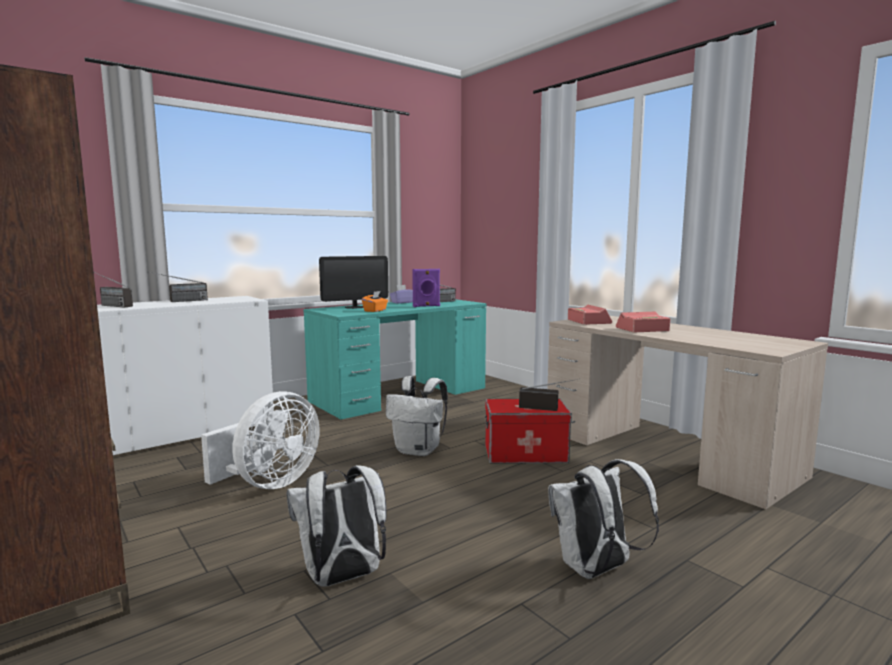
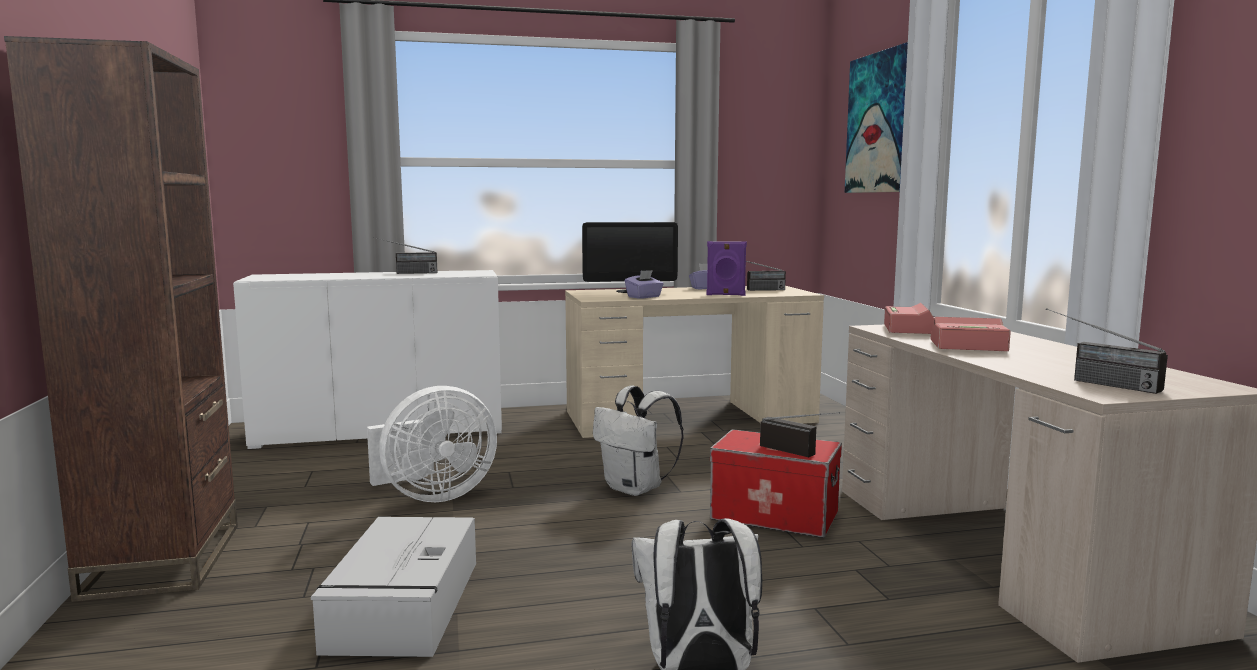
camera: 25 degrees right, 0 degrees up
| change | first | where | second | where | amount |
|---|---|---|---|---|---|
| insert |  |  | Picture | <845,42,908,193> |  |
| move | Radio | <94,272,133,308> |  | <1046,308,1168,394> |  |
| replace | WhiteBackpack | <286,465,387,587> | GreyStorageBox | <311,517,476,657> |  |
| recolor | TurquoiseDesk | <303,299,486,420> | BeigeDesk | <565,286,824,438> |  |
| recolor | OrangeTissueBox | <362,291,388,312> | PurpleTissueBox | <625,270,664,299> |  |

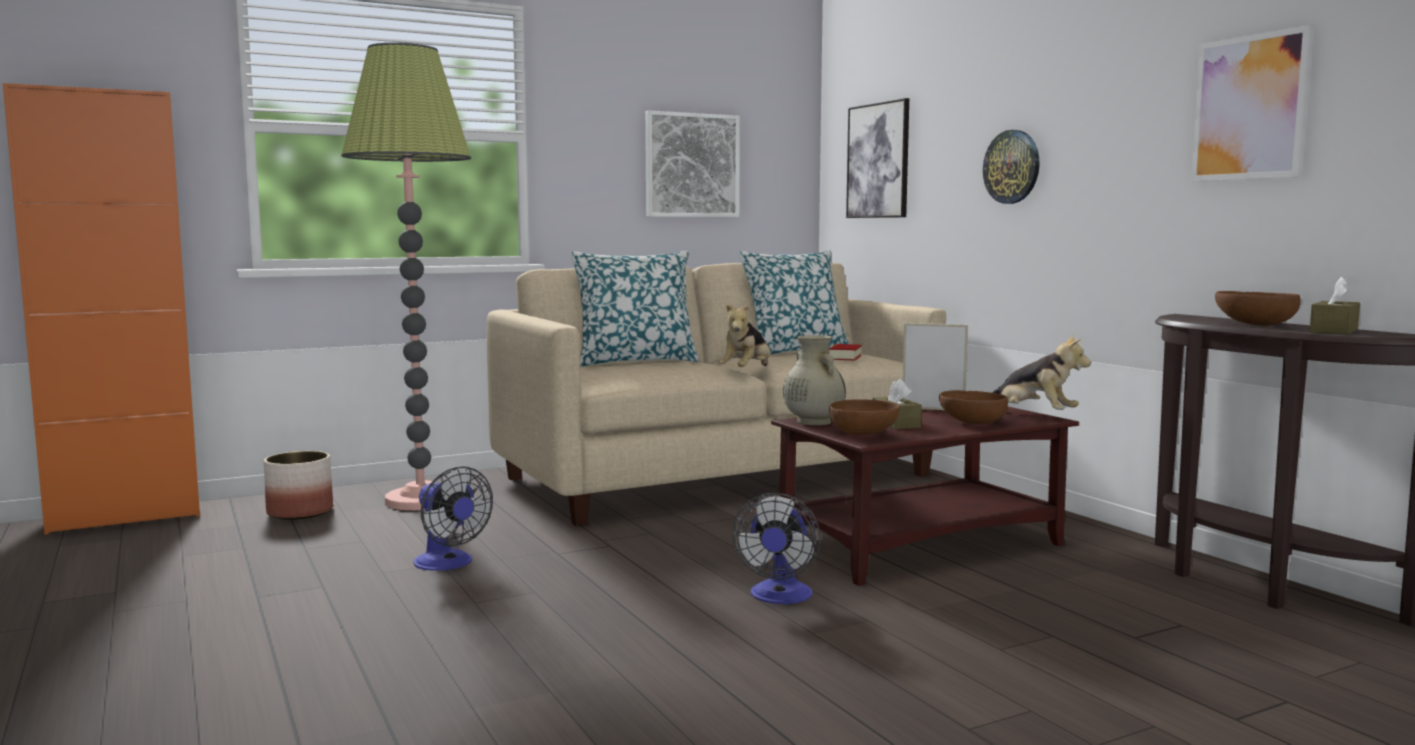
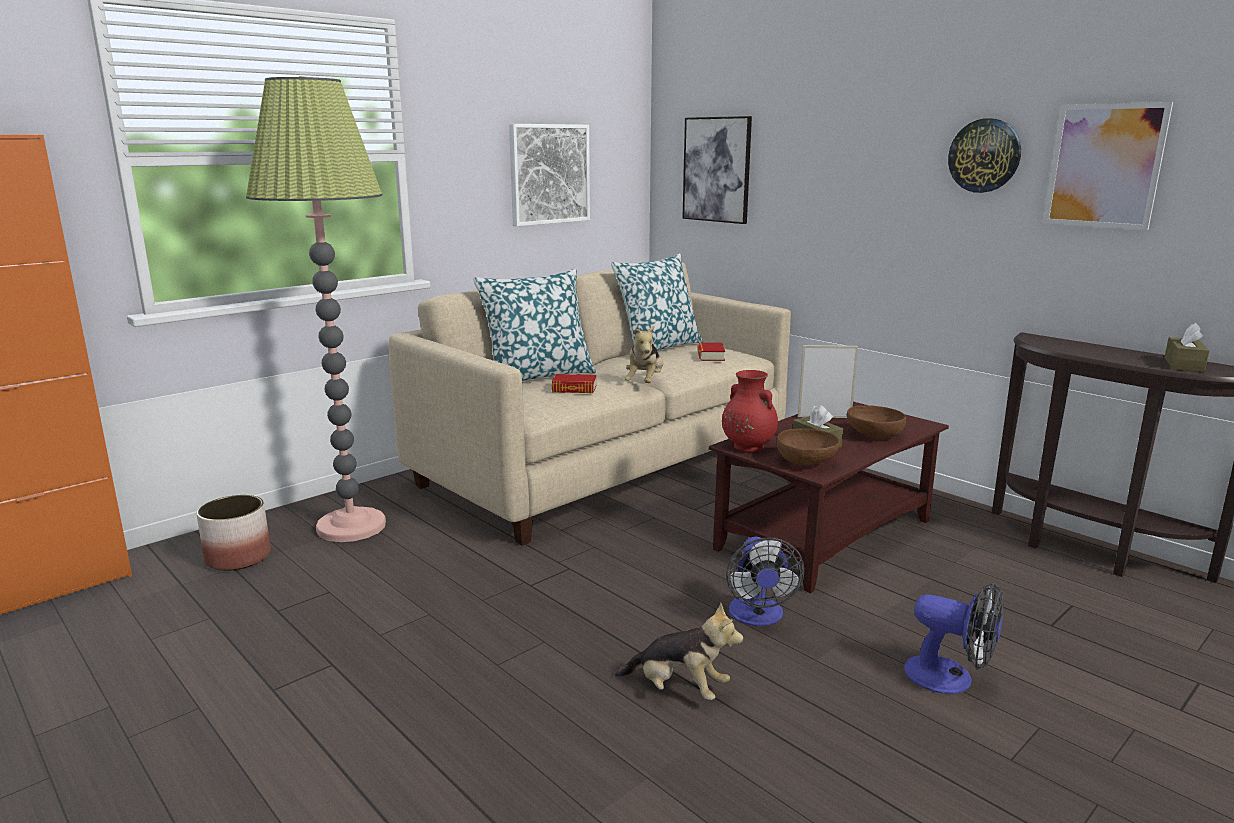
camera: 15 degrees left, 10 degrees up
| change | first | where | second | where | amount |
|---|---|---|---|---|---|
| delete | BrownBowl | <1215,291,1301,326> |  |  |  |
| insert |  |  | Book | <552,374,596,393> |  |
| move | Fan | <413,466,493,571> |  | <904,583,1004,694> |  |
| move | WallClock | <983,130,1040,204> |  | <948,118,1021,193> |  |
| move | PlushToy | <993,334,1091,410> |  | <615,602,743,700> |  |
| recolor | BeigeVase | <783,335,846,426> | RedVase | <722,370,778,452> |  |

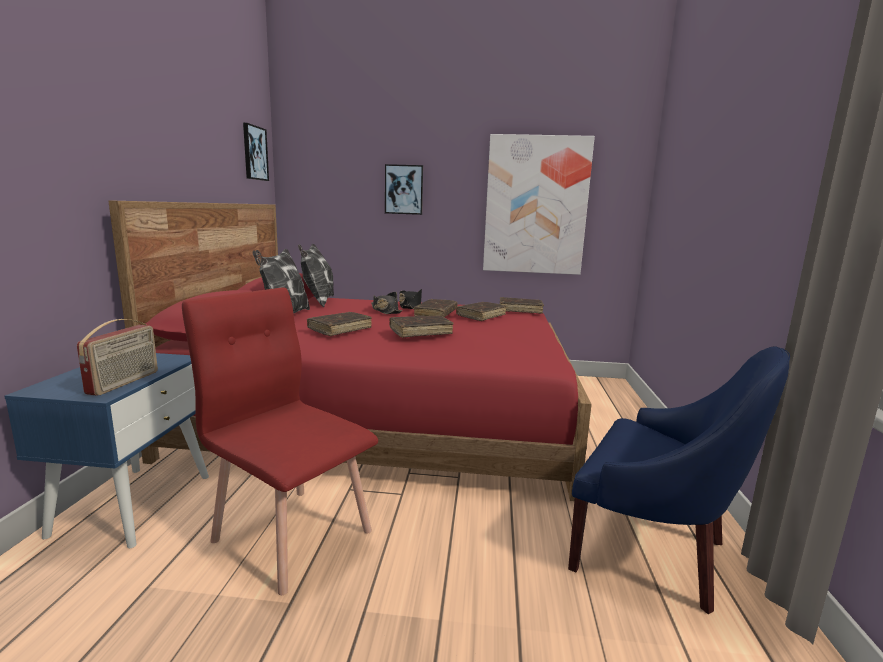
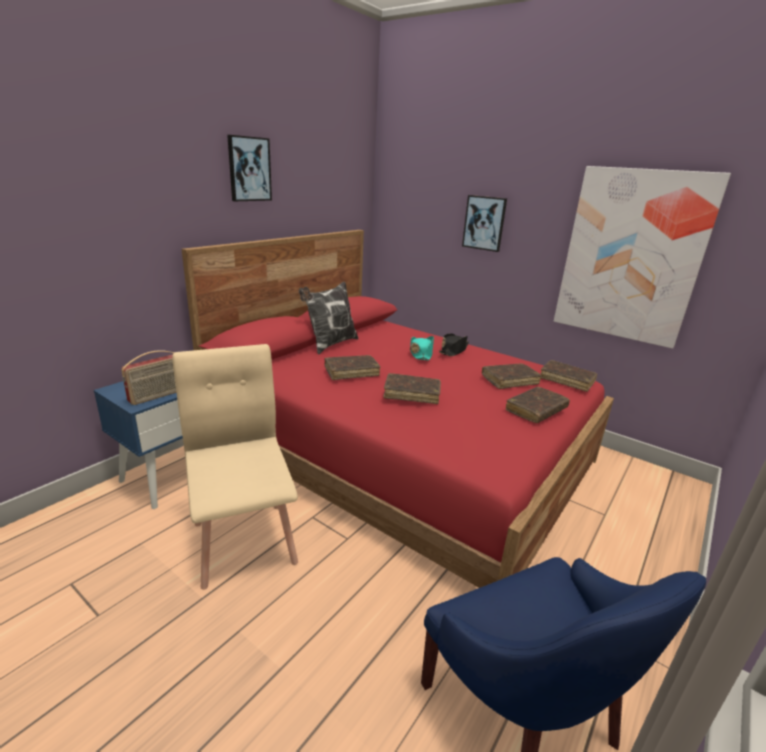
camera: 30 degrees right, 10 degrees up
| change | first | where | second | where | amount |
|---|---|---|---|---|---|
| delete | Pillow | <298,244,334,307> |  |  |  |
| move | Picture | <243,123,269,181> |  | <227,135,272,201> |  |
| move | BrownBook | <414,299,458,317> |  | <505,387,570,423> |  |
| recolor | RedChair | <182,287,378,595> | BeigeChair | <172,344,298,590> |  |
| recolor | BlackHat | <371,292,402,314> | TurquoiseHat | <410,336,434,360> |  |

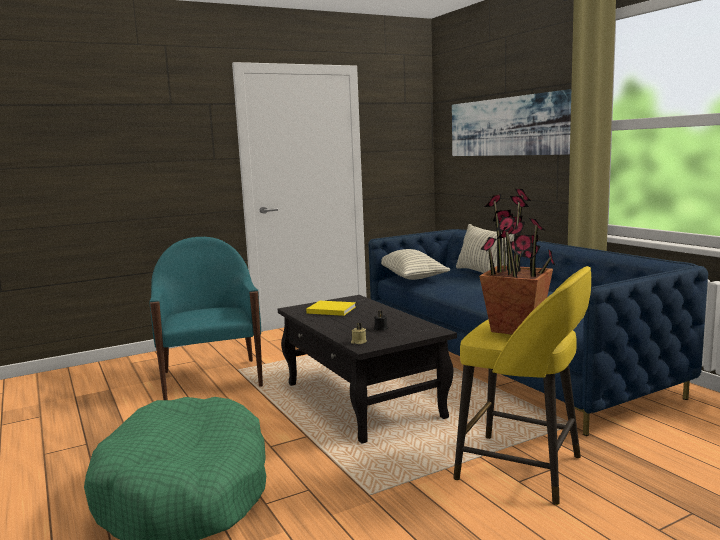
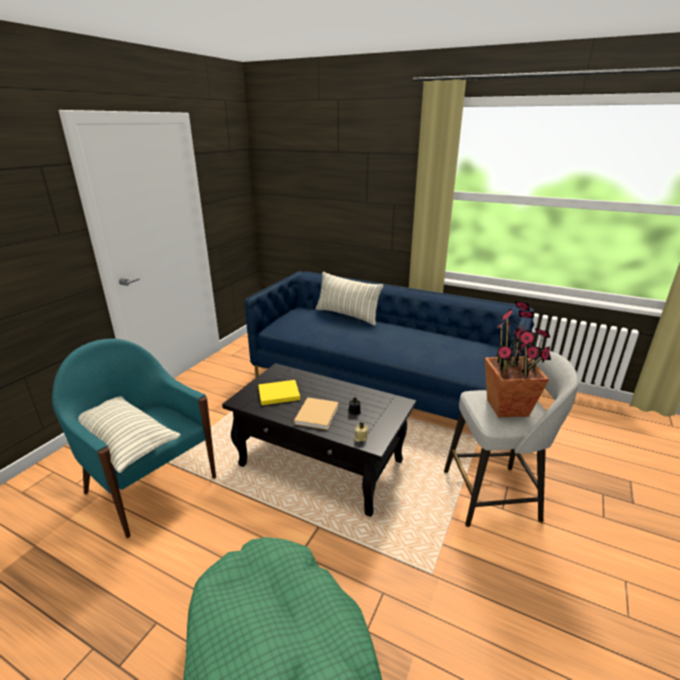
camera: 35 degrees left, 15 degrees up
| change | first | where | second | where | amount |
|---|---|---|---|---|---|
| delete | Picture | <452,89,571,156> |  |  |  |
| insert |  |  | BeigeBook | <294,397,339,430> |  |
| move | Pillow | <381,249,450,280> |  | <78,396,181,473> |  |
| recolor | YellowStool | <453,266,591,505> | GreyStool | <444,351,579,527> |  |

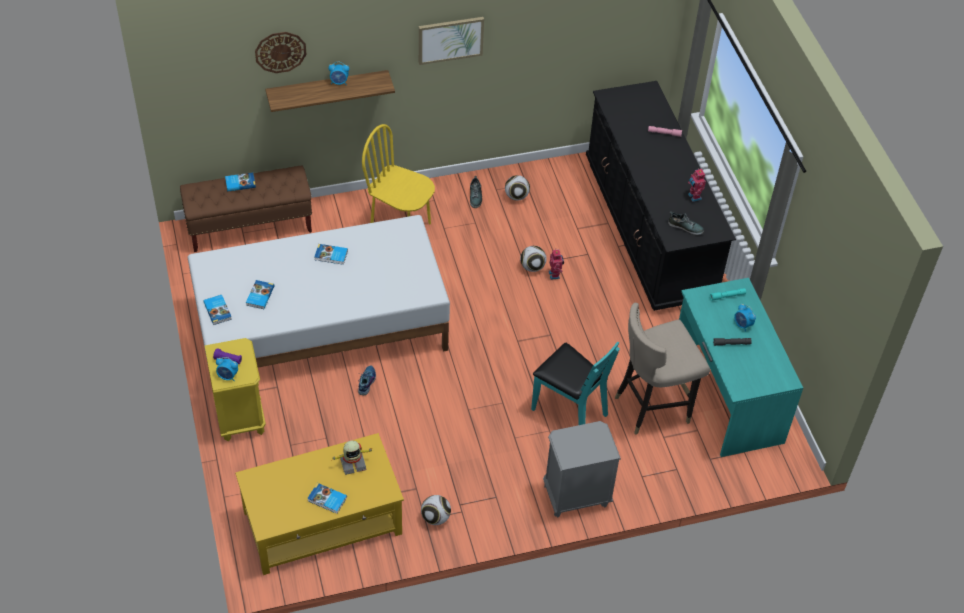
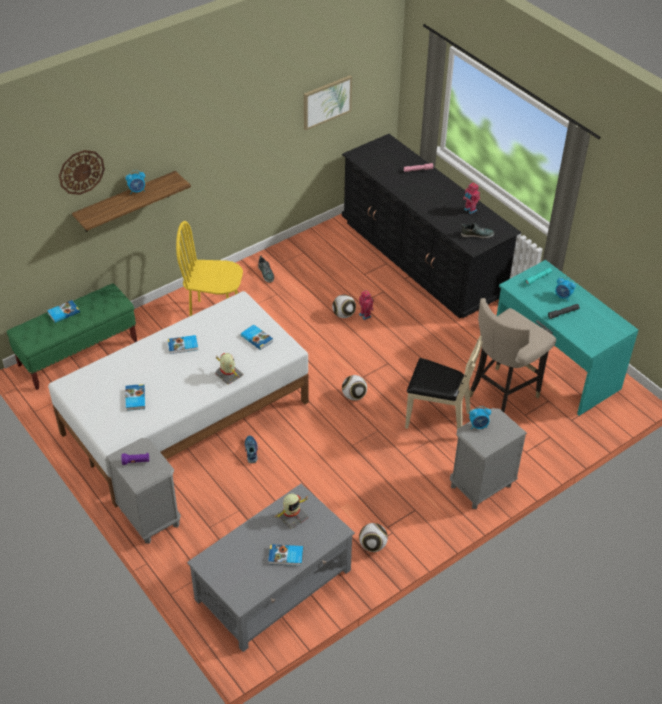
camera: 20 degrees left, 5 degrees down
| change | first | where | second | where | amount |
|---|---|---|---|---|---|
| insert |  |  | ToyRobot | <215,353,243,385> |  |
| move | Book | <203,295,232,325> |  | <241,325,273,350> |  |
| move | AlarmClock | <216,357,238,381> |  | <469,406,491,429> |  |
| move | Picture | <419,17,484,65> |  | <304,75,352,130> |  |
| move | Football | <505,175,530,201> |  | <342,375,367,401> |  |
| recolor | BrownBench | <180,166,312,252> | GreenBench | <7,283,137,390> |  |
| recolor | YellowNightstand | <205,338,266,441> | GreyNightstand | <106,438,181,544> |  |
| recolor | YellowCoffeeTable | <235,433,404,575> | GreyCoffeeTable | <187,484,355,652> |  |
| recolor | TurquoiseChair | <531,341,620,425> | BeigeChair | <405,336,483,429> |  |

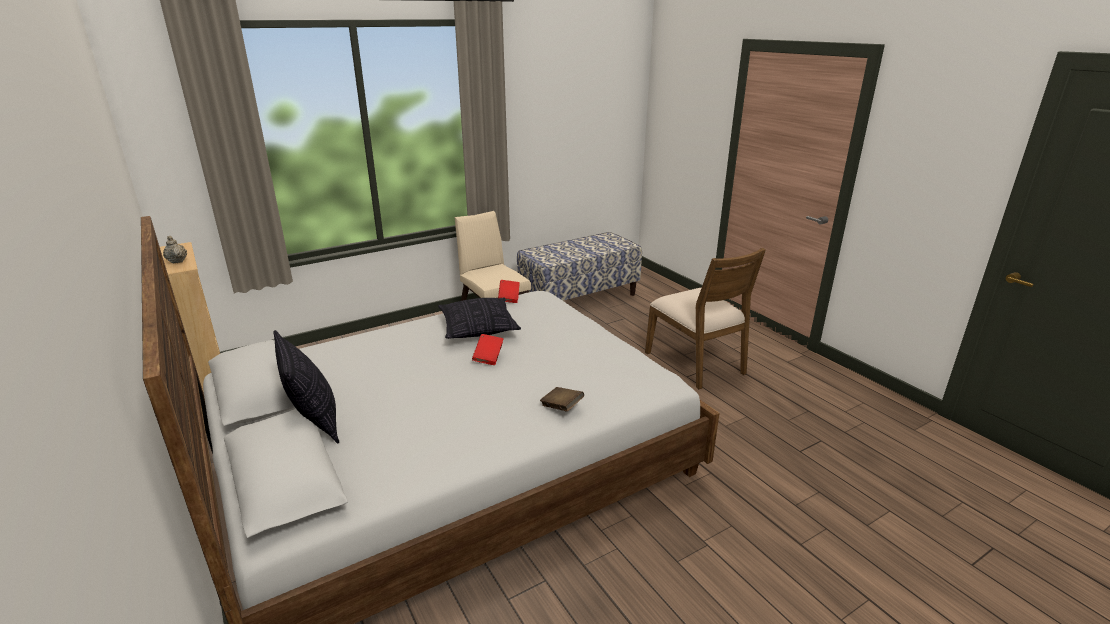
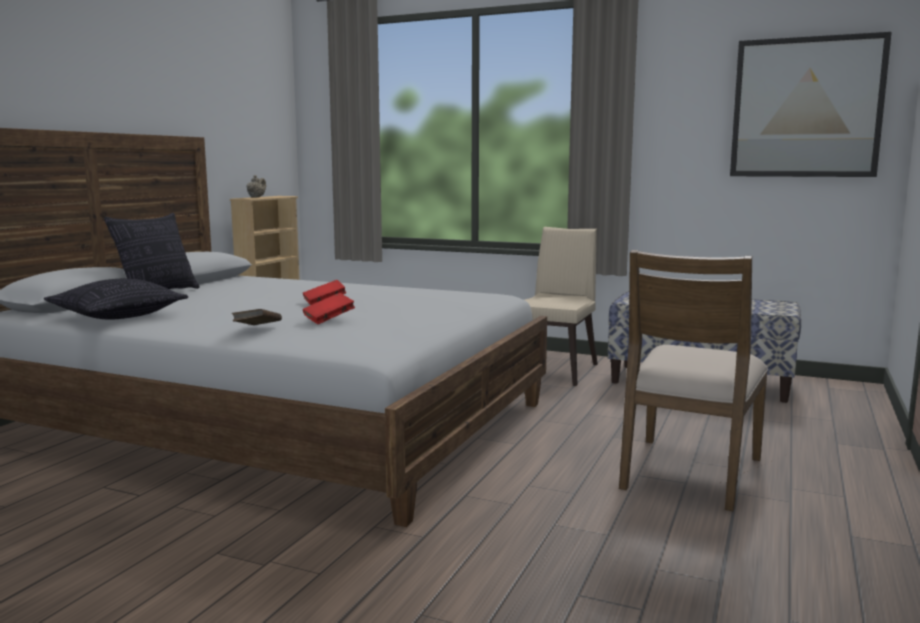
camera: 55 degrees right, 15 degrees down
| change | first | where | second | where | amount |
|---|---|---|---|---|---|
| insert |  |  | Picture | <730,32,892,177> |  |
| move | Pillow | <438,297,521,339> |  | <44,279,188,320> |  |
| move | RedBook | <498,280,520,303> |  | <303,293,355,324> |  |

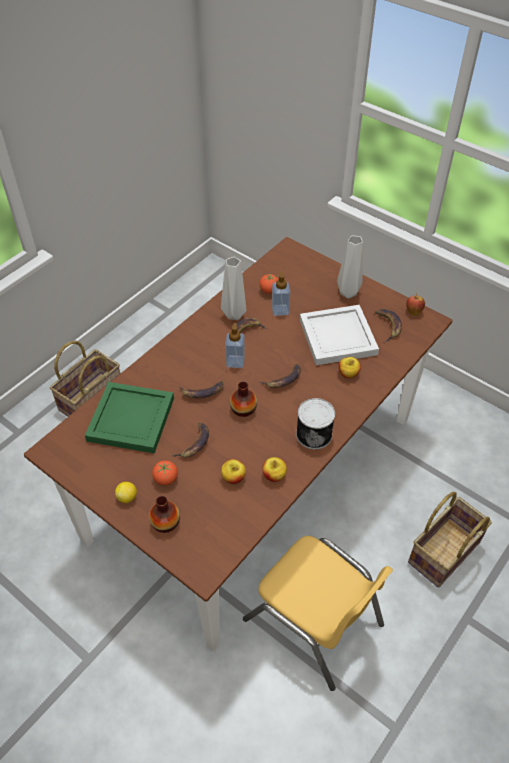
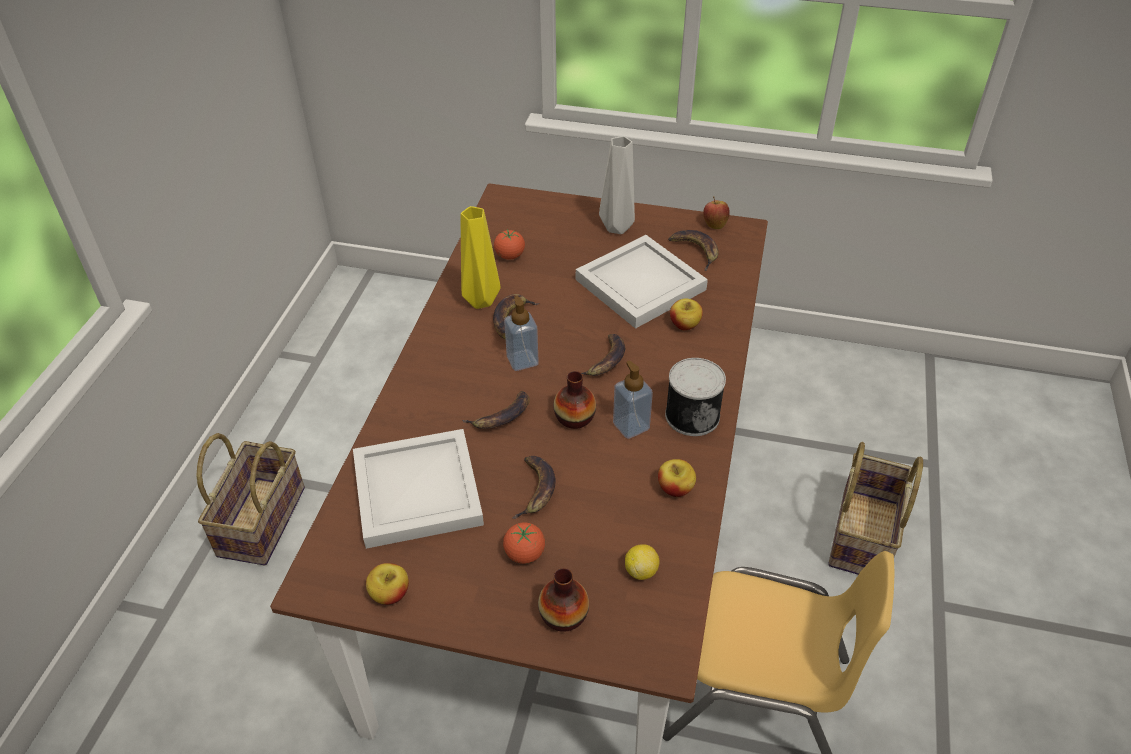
camera: 25 degrees left, 5 degrees down
| change | first | where | second | where | amount |
|---|---|---|---|---|---|
| move | Lemon | <115,482,137,503> |  | <625,544,659,580> |  |
| move | Apple | <221,459,246,484> |  | <366,563,409,605> |  |
| move | SoapDispenser | <272,271,290,316> |  | <613,361,653,439> |  |
| recolor | GreenTray | <85,382,174,454> | WhiteTray | <353,429,484,549> |  |
| recolor | GreyVase | <221,257,246,320> | YellowVase | <461,206,501,309> |  |

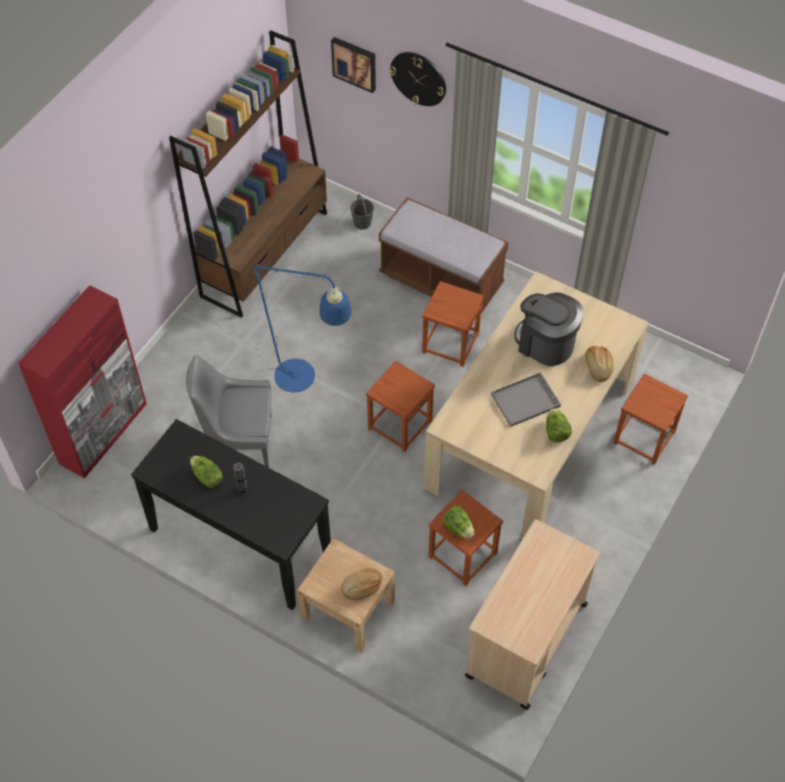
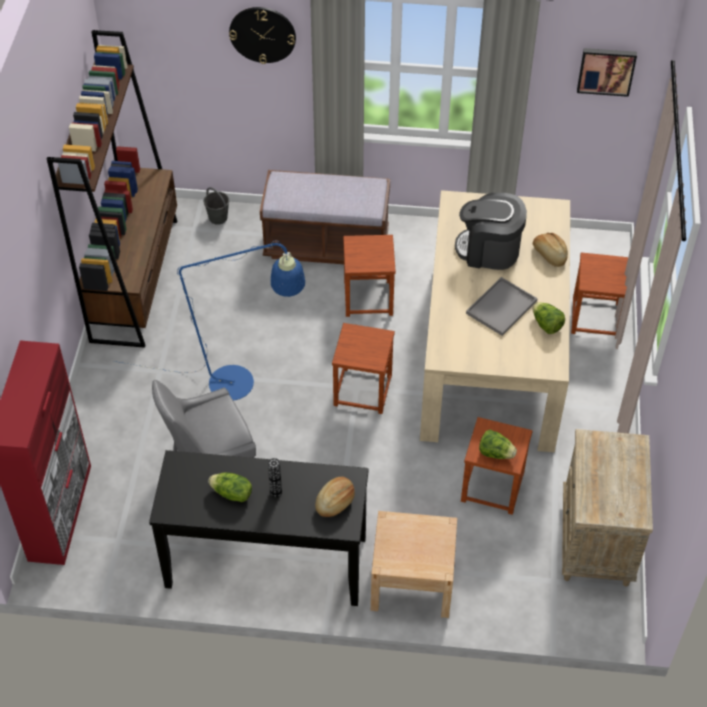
camera: 25 degrees left, 5 degrees down
| change | first | where | second | where | amount |
|---|---|---|---|---|---|
| move | Picture | <331,37,376,93> |  | <577,48,637,97> |  |
| move | Bread | <341,568,382,600> |  | <315,477,355,517> |  |
| replace | BeigeCart | <465,519,600,710> | BeigeNightstand | <562,429,653,586> |  |

